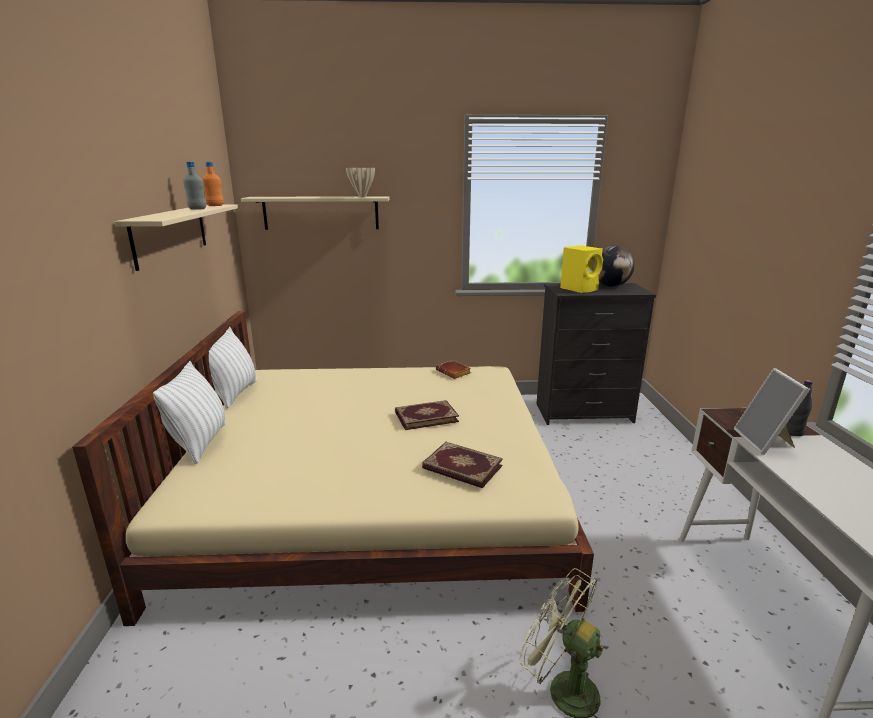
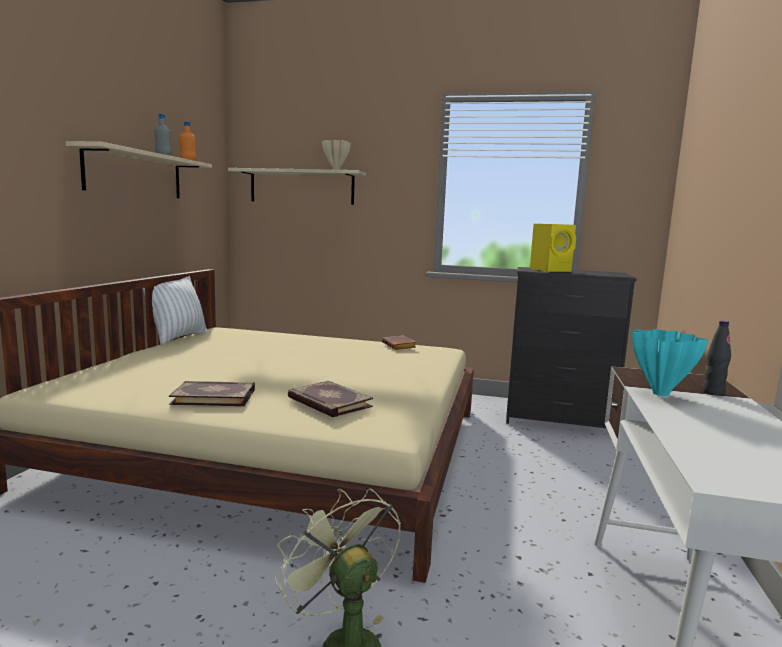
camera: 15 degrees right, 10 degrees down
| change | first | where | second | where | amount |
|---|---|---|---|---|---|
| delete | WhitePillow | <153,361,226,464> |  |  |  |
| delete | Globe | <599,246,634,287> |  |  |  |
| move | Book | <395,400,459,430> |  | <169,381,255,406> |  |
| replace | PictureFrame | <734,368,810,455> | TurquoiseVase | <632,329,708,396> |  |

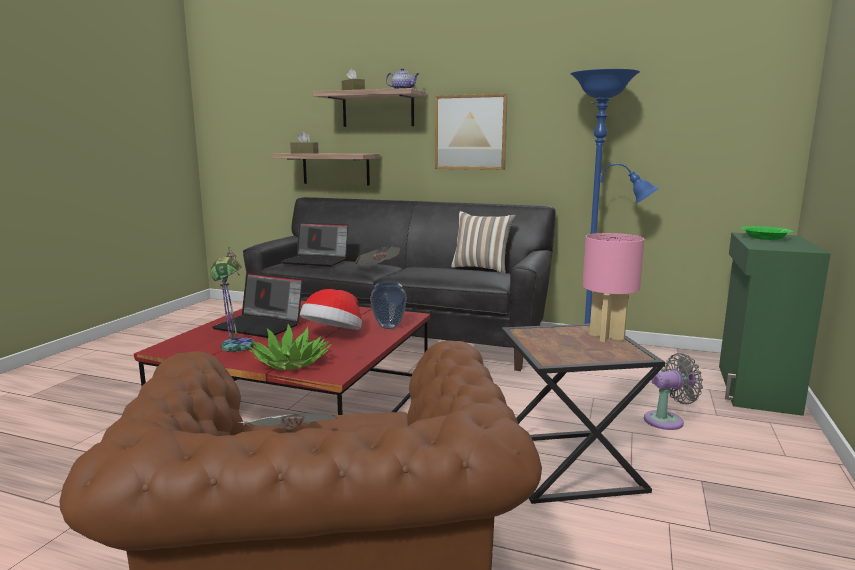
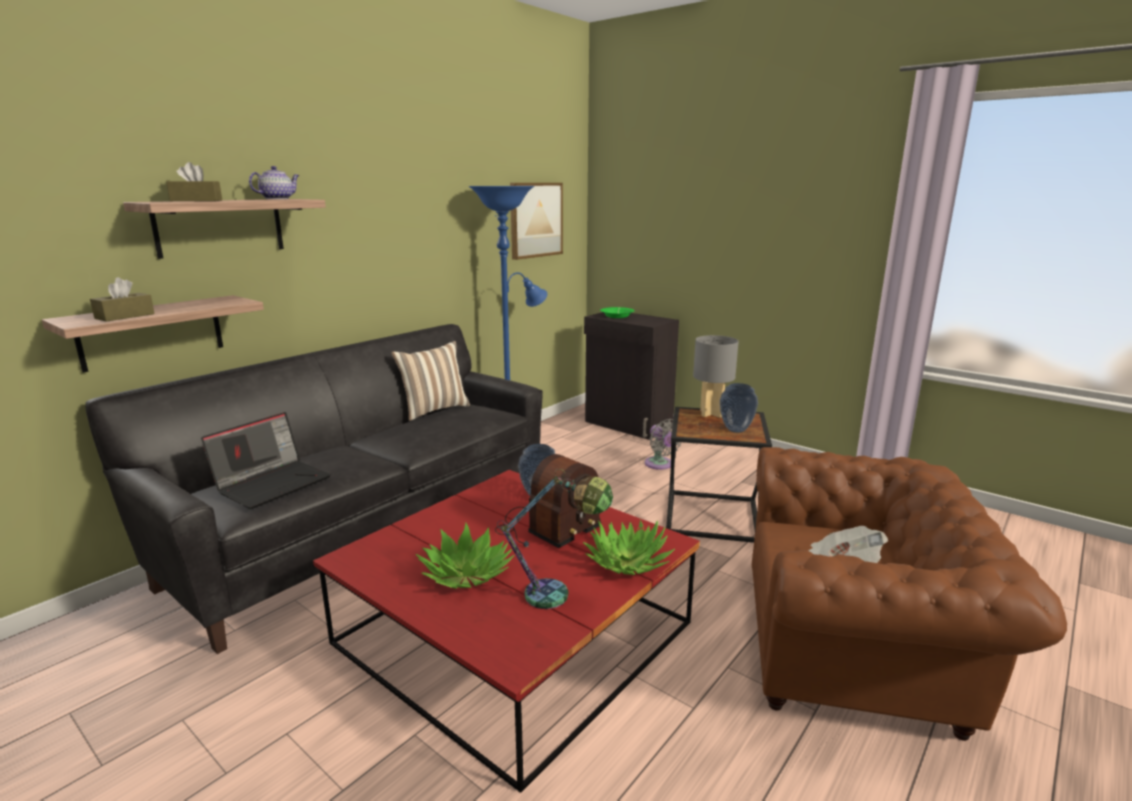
camera: 70 degrees left, 5 degrees up
| change | first | where | second | where | amount |
|---|---|---|---|---|---|
| delete | Newspaper | <354,246,400,266> |  |  |  |
| insert |  |  | Vase | <720,383,758,433> |  |
| move | Picture | <435,94,508,170> |  | <510,183,563,260> |  |
| replace | Laptop | <212,273,303,338> | PottedPlant | <415,523,515,589> |  |
| replace | Hat | <300,289,362,330> | Radio | <495,454,601,548> |  |
| recolor | PinkTableLamp | <582,233,644,342> | GreyTableLamp | <693,335,738,418> |  |
| recolor | GreenCabinet | <719,232,831,416> | BlackCabinet | <584,312,679,440> |  |
| rotate | GreyFan | <644,353,703,430> |  | <645,419,681,470> | 150 degrees clockwise |

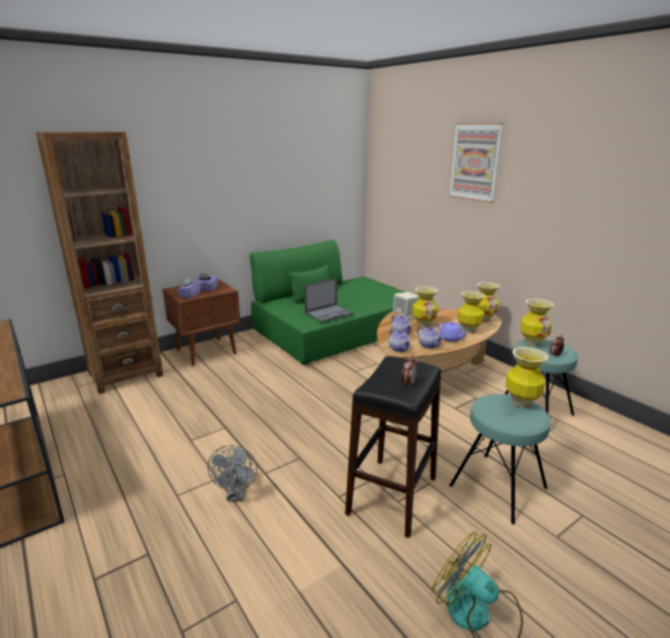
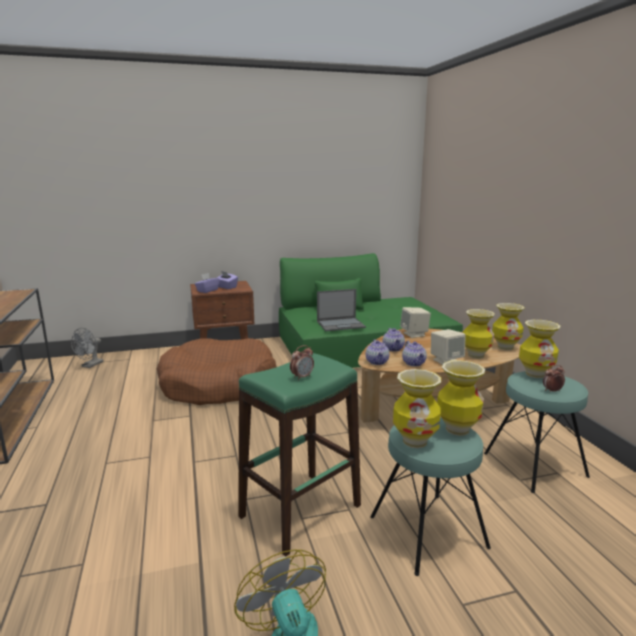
camera: 20 degrees right, 5 degrees down
| change | first | where | second | where | amount |
|---|---|---|---|---|---|
| delete | BrownBookcase | <36,131,163,394> |  |  |  |
| delete | Picture | <449,123,503,203> |  |  |  |
| insert |  |  | BrownDogBed | <157,338,276,405> |  |
| move | GreyFan | <207,445,257,501> |  | <71,328,103,368> |  |
| move | Vase | <412,286,438,327> |  | <393,369,441,449> |  |
| replace | PurpleTeapot | <437,322,469,342> | BeigeSpeaker | <431,329,466,365> |  |
| recolor | BlackStool | <345,356,441,538> | GreenStool | <238,353,361,557> |  |

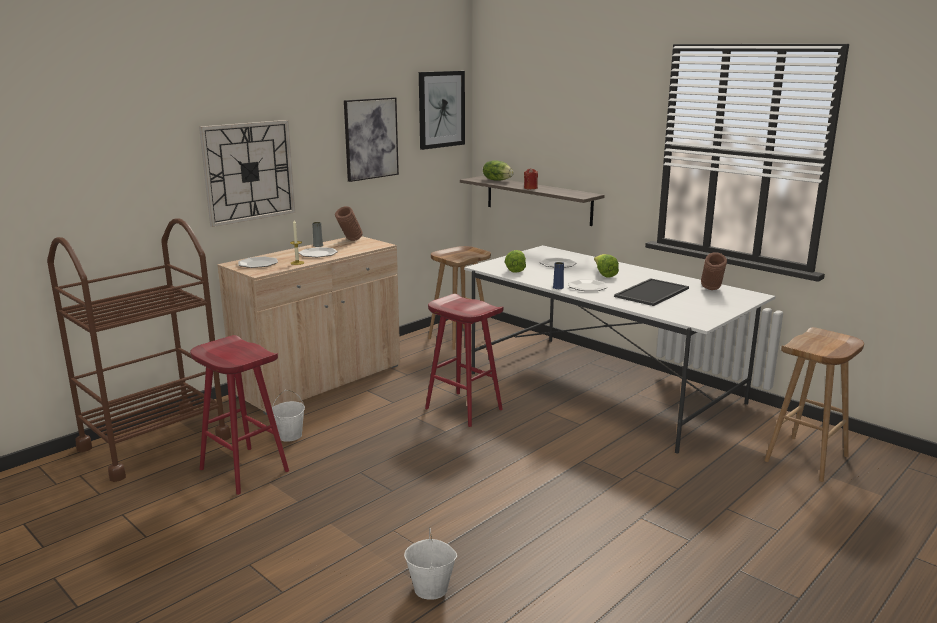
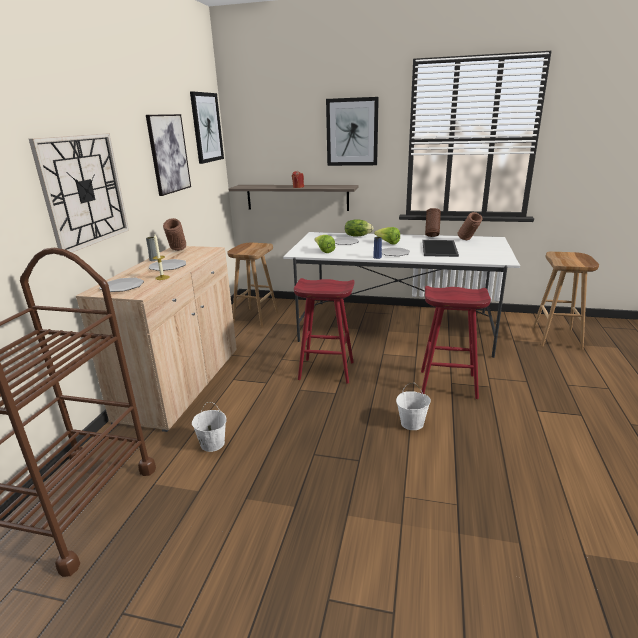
camera: 30 degrees left, 5 degrees up
| change | first | where | second | where | amount |
|---|---|---|---|---|---|
| insert |  |  | Picture | <326,97,379,166> |  |
| insert |  |  | BrownVase | <425,208,441,237> |  |
| move | RedStool | <190,335,289,495> |  | <421,286,491,399> |  |
| move | WhiteBucket | <404,528,457,600> |  | <396,383,431,430> |  |
| move | Lettuce | <483,160,514,181> |  | <345,219,374,236> |  |

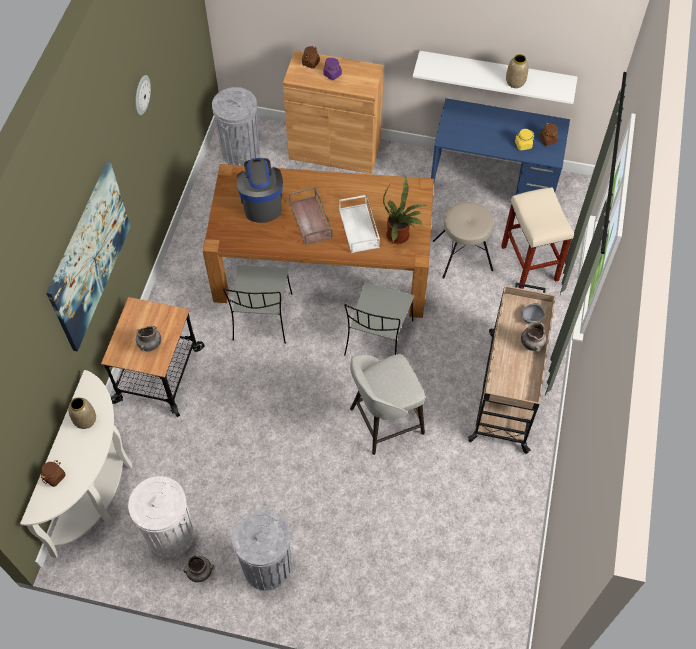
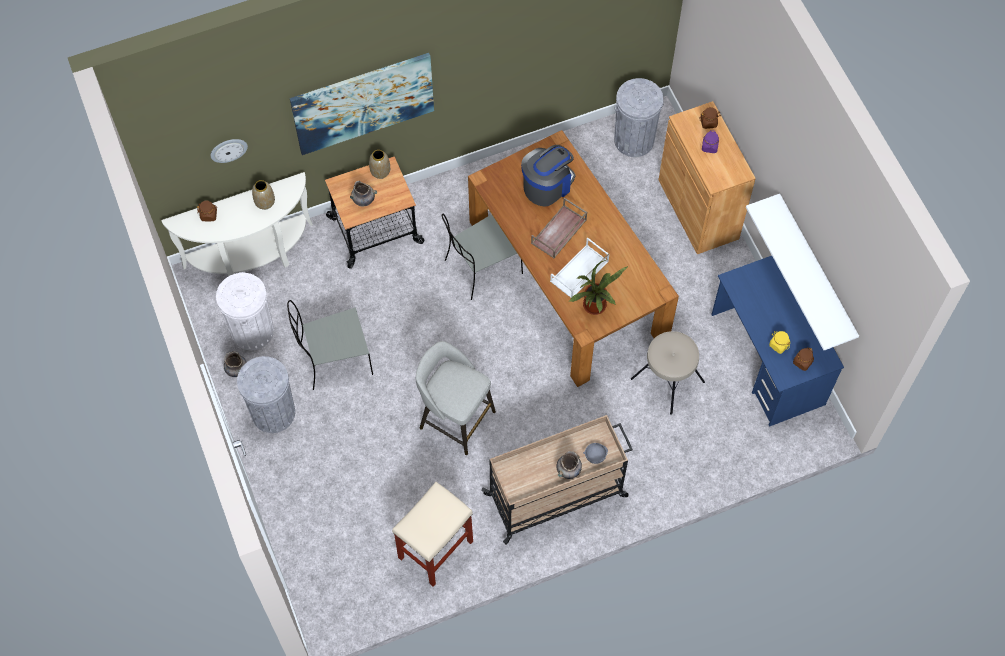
camera: 55 degrees right, 5 degrees up
| change | first | where | second | where | amount |
|---|---|---|---|---|---|
| move | WallClock | <135,75,151,115> |  | <211,139,248,163> |  |
| move | GreyChair | <344,282,414,355> |  | <287,300,373,390> |  |
| move | BeigeStool | <501,187,574,289> |  | <392,482,473,587> |  |
| move | Vase | <506,54,528,88> |  | <369,150,390,179> |  |

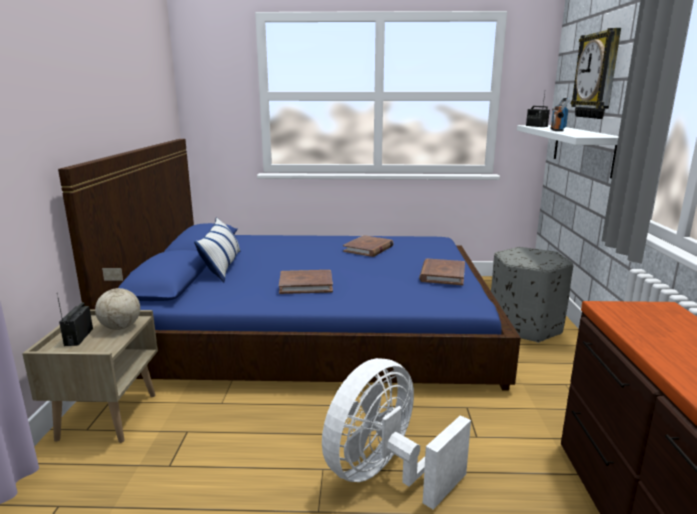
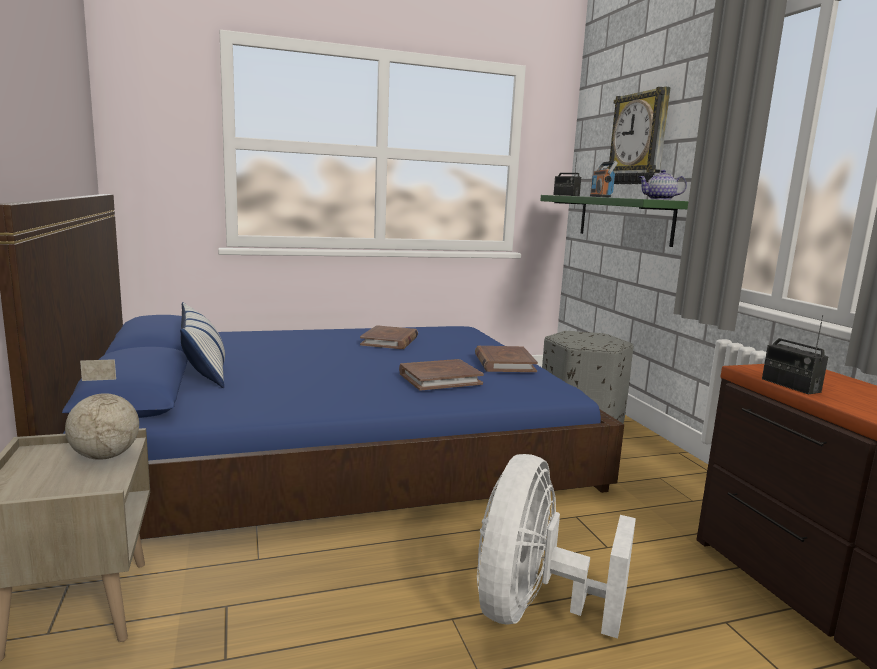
camera: 20 degrees left, 5 degrees down
| change | first | where | second | where | amount |
|---|---|---|---|---|---|
| insert |  |  | Teapot | <639,170,687,200> |  |
| move | Radio | <57,293,93,346> |  | <762,315,828,395> |  |
| move | BrownBook | <279,270,333,294> |  | <399,359,484,391> |  |
| recolor | WhiteShelf | <517,125,618,179> | GreenShelf | <540,195,688,247> |  |

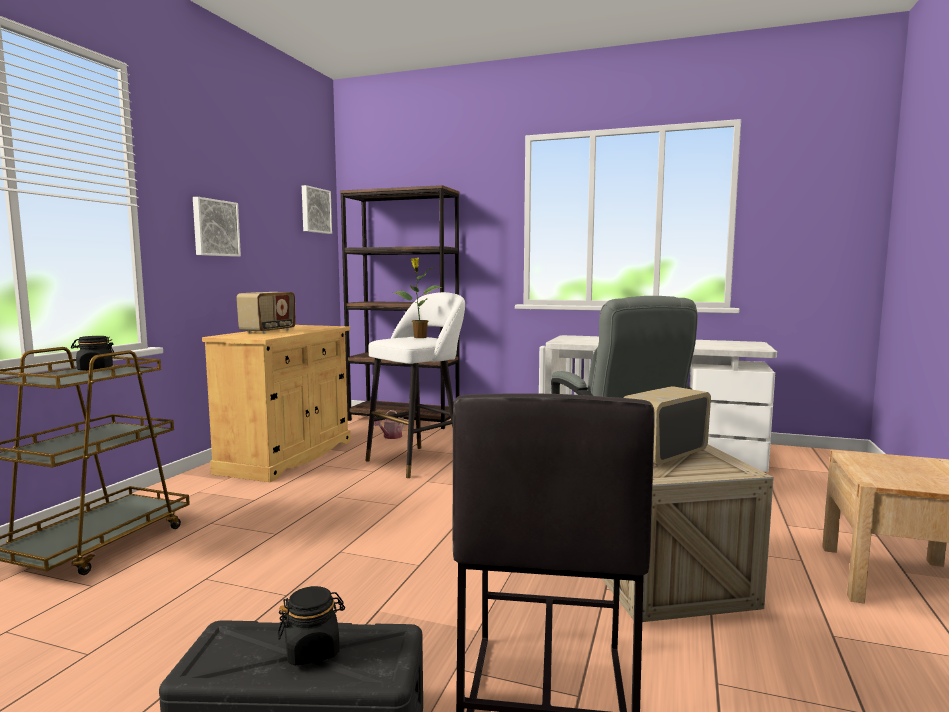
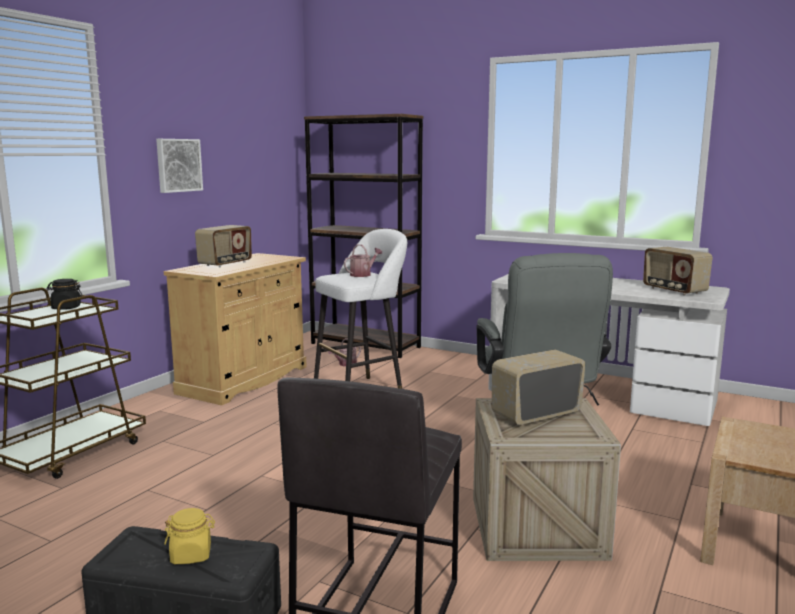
camera: 10 degrees right, 5 degrees up
| change | first | where | second | where | amount |
|---|---|---|---|---|---|
| delete | Picture | <302,185,332,234> |  |  |  |
| insert |  |  | Radio | <643,247,713,295> |  |
| replace | PottedPlant | <394,258,443,338> | WateringCan | <344,244,382,277> |  |
| recolor | BlackJar | <278,586,345,666> | YellowJar | <164,508,215,564> |  |

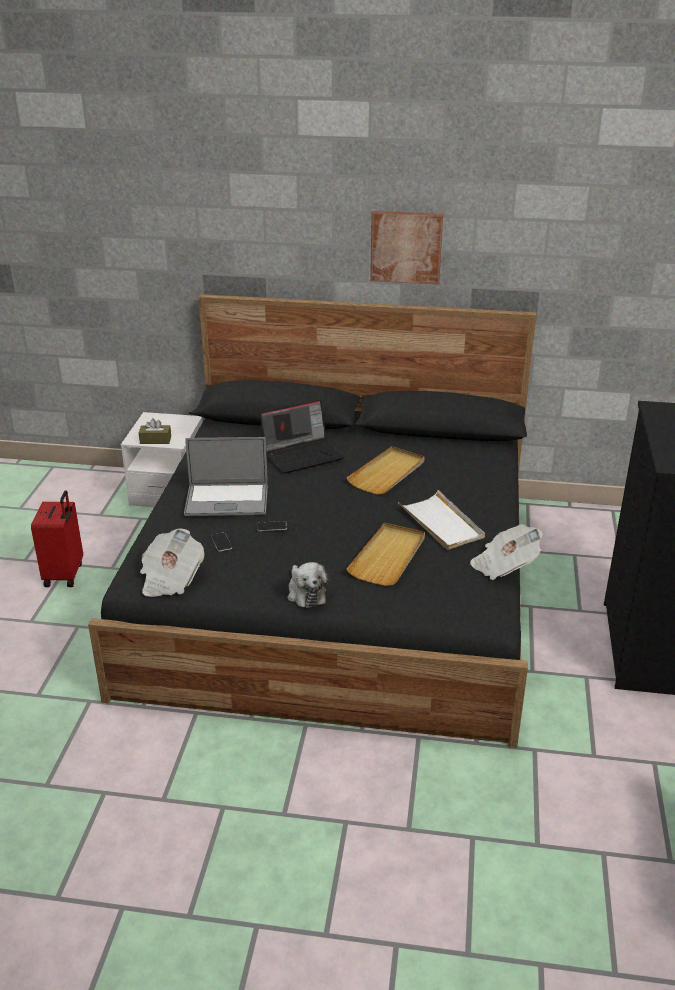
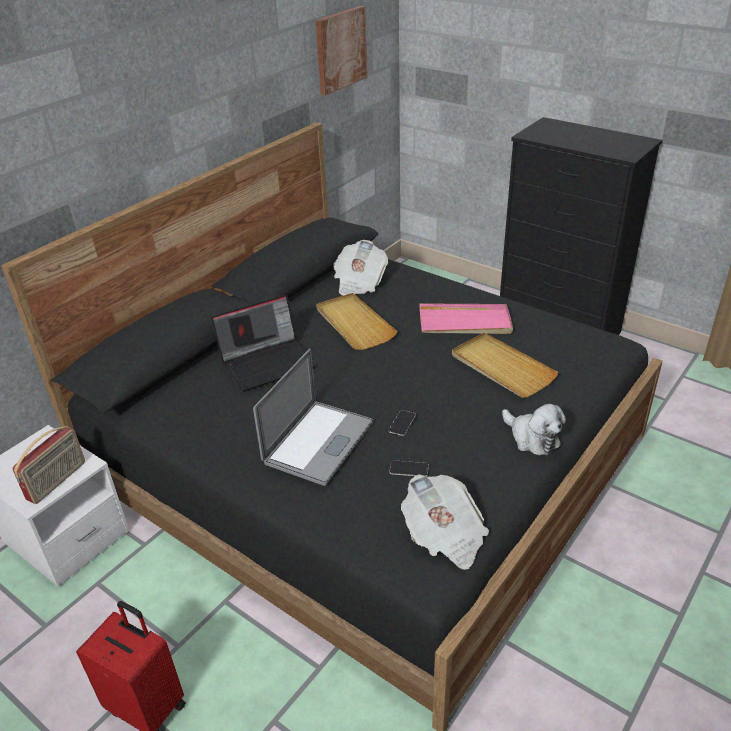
camera: 60 degrees left, 5 degrees up
| change | first | where | second | where | amount |
|---|---|---|---|---|---|
| move | Picture | <370,211,443,285> |  | <316,6,367,95> |  |
| move | Newspaper | <470,524,543,580> |  | <333,240,388,296> |  |
| replace | BrownTissueBox | <139,418,171,444> | Radio | <13,426,85,504> |  |
| recolor | WhiteTray | <398,490,485,550> | PinkTray | <420,303,513,334> |  |
| rotate | Laptop | <260,399,344,474> |  | <211,295,316,392> | 60 degrees clockwise |
| rotate | PlushToy | <287,562,330,608> |  | <502,404,566,455> | 45 degrees clockwise |

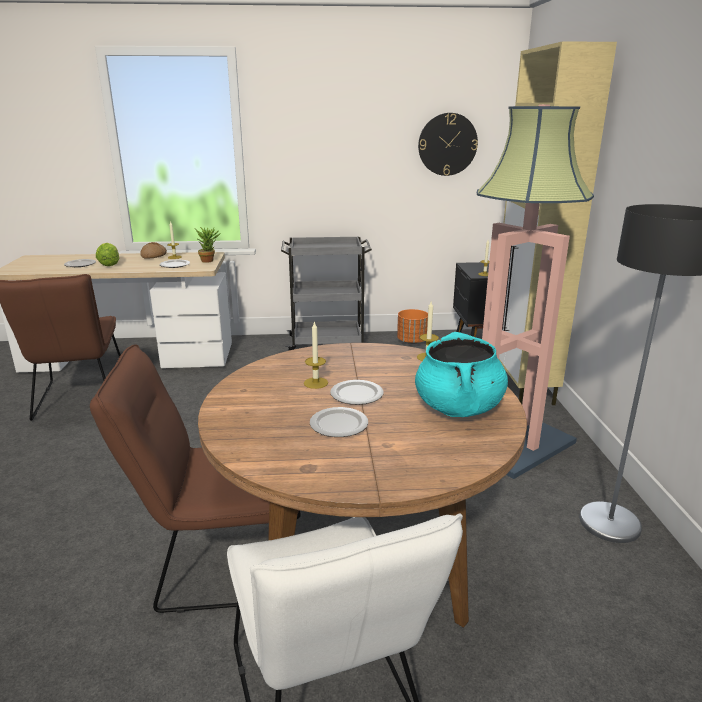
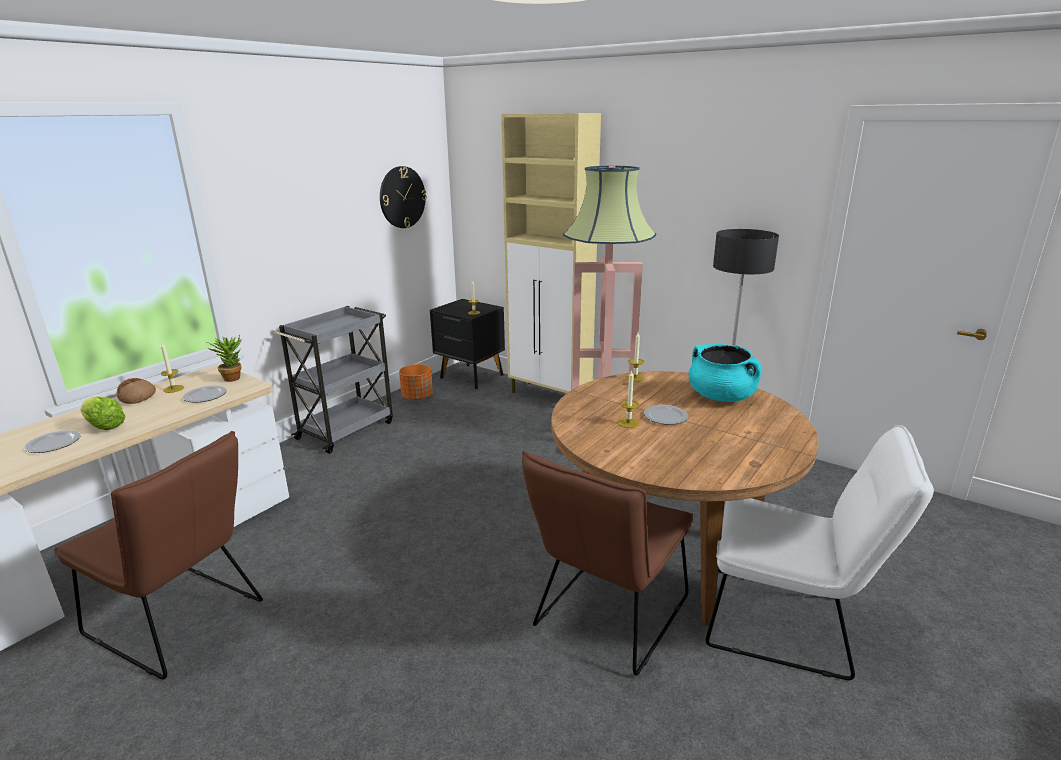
camera: 50 degrees left, 0 degrees up
| change | first | where | second | where | amount |
|---|---|---|---|---|---|
| delete | Plate | <310,407,368,437> |  |  |  |

